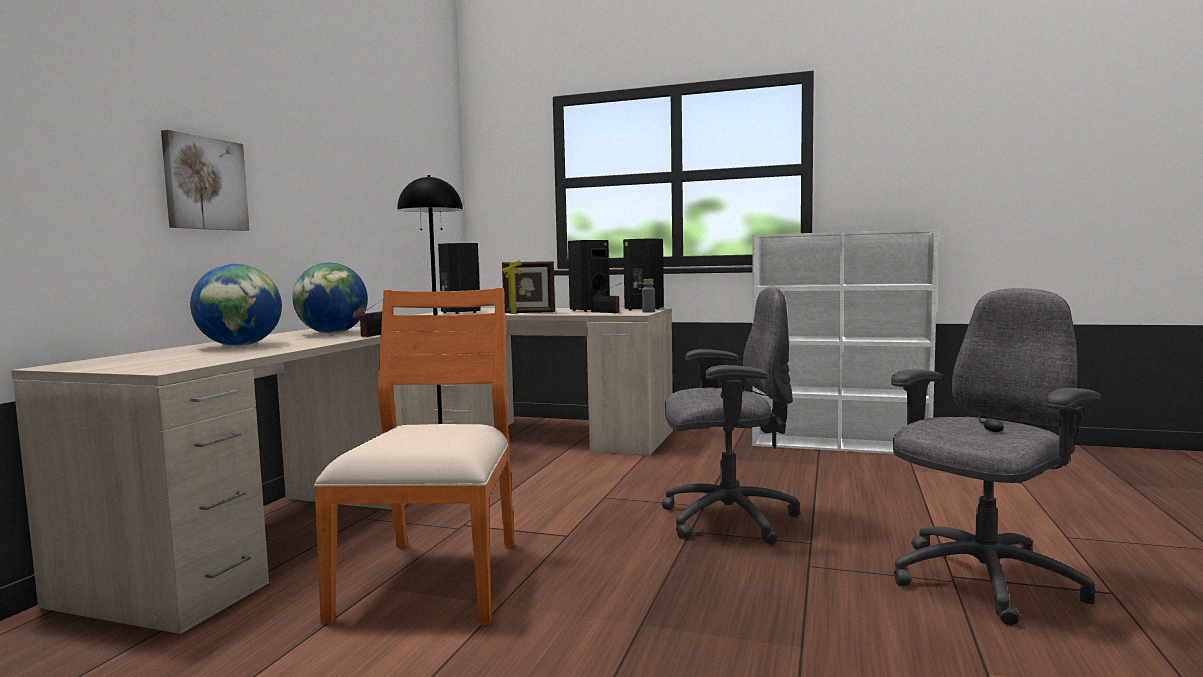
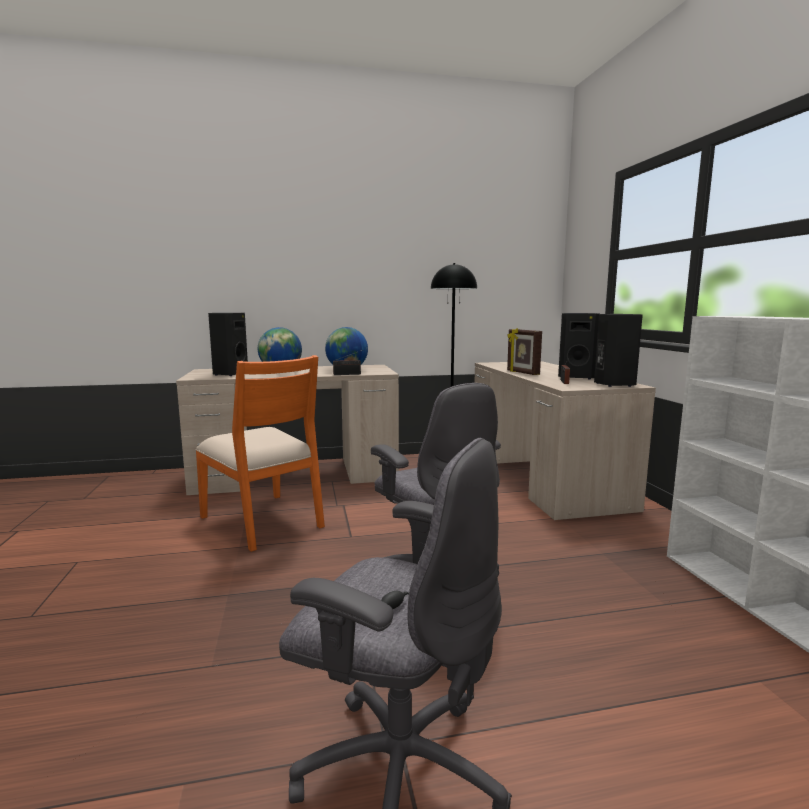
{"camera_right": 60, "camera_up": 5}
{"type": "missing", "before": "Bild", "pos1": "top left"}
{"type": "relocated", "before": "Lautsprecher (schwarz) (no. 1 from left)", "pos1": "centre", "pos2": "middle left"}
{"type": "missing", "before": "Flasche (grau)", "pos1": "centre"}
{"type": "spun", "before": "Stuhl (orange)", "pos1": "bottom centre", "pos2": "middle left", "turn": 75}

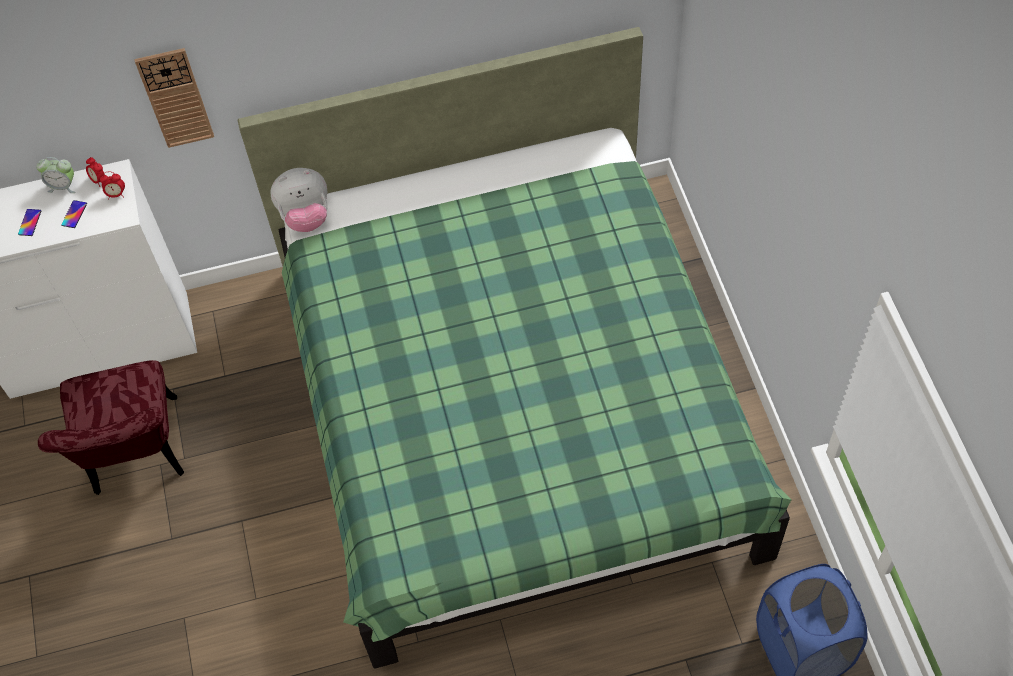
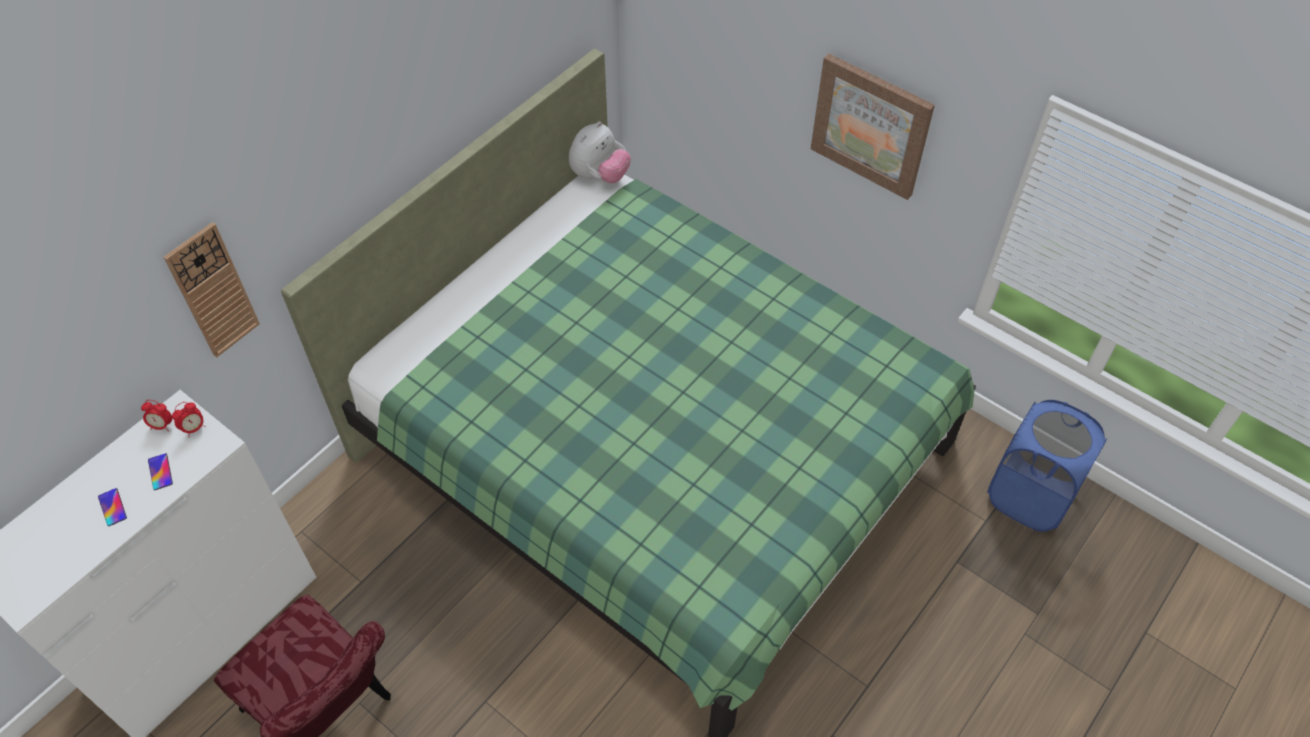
{"camera_right": -40, "camera_up": -5}
{"type": "missing", "before": "Wecker (no. 1 from left)", "pos1": "top left"}
{"type": "relocated", "before": "Plüschtier", "pos1": "top left", "pos2": "top centre"}
{"type": "appeared", "after": "Bild", "pos2": "top centre"}

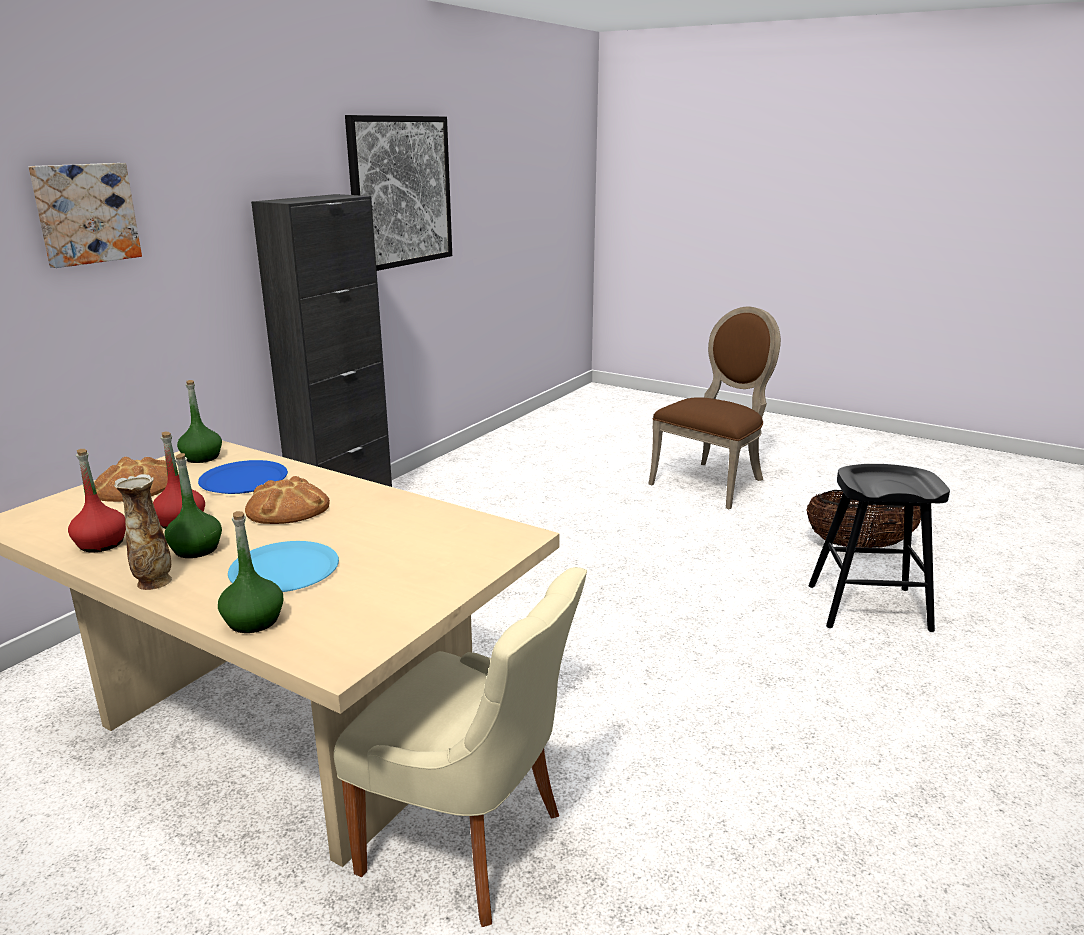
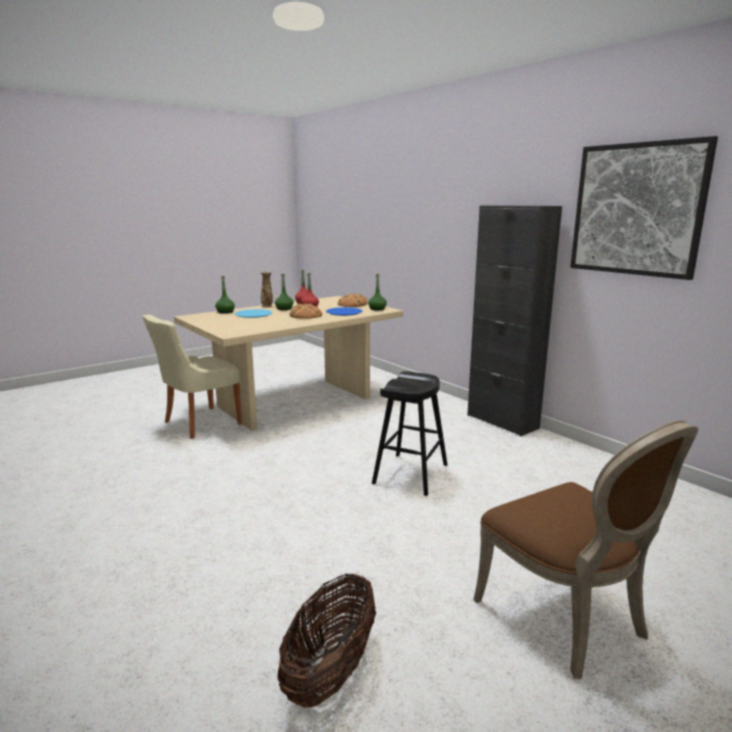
{"camera_right": 110, "camera_up": -5}
{"type": "missing", "before": "Bild (no. 1 from left)", "pos1": "top left"}
{"type": "relocated", "before": "Hocker (schwarz)", "pos1": "middle right", "pos2": "centre"}

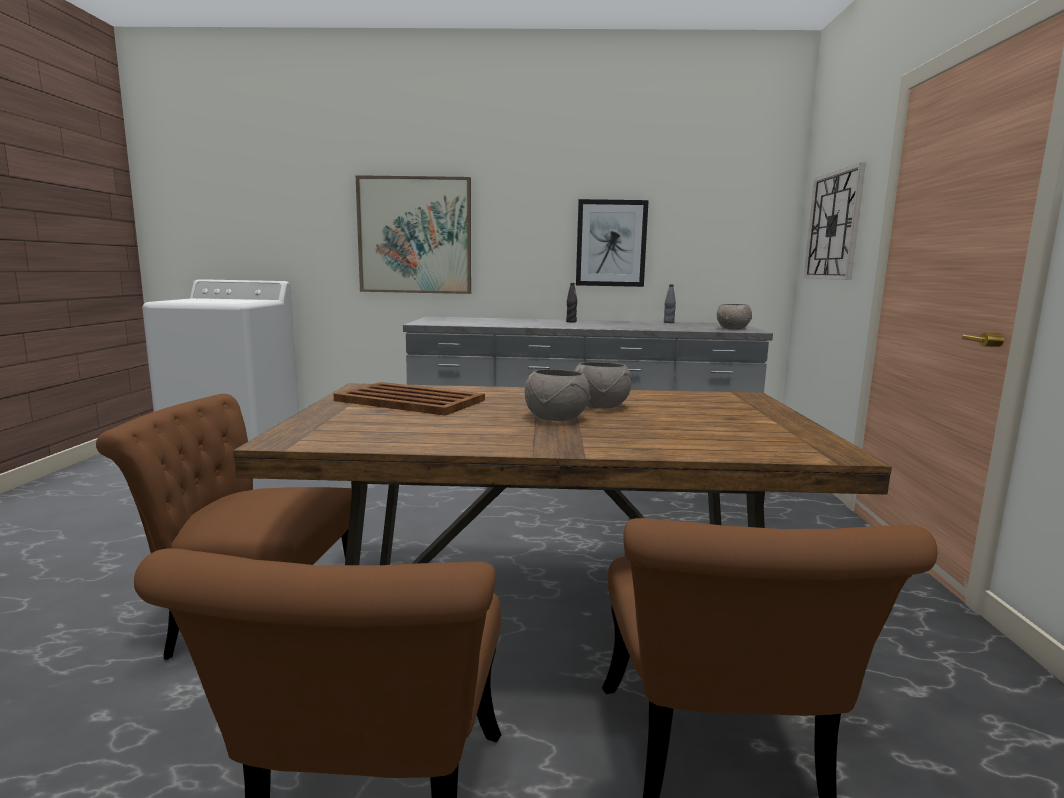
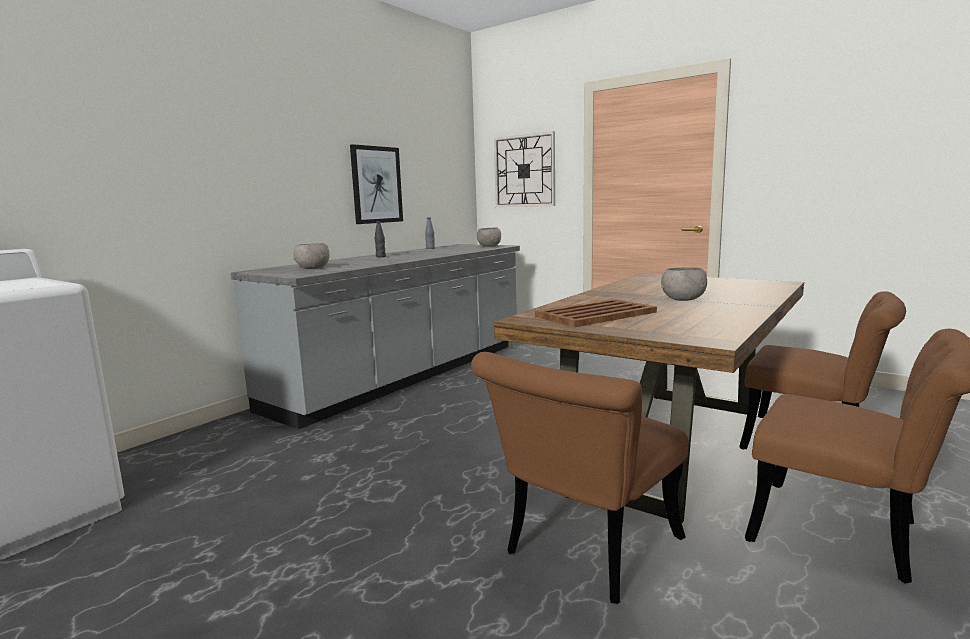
{"camera_right": -55, "camera_up": 0}
{"type": "missing", "before": "Bild (no. 1 from left)", "pos1": "top centre"}
{"type": "relocated", "before": "Schüssel (grau) (no. 2 from left in the first image)", "after": "Schüssel (grau) (no. 1 from left)", "pos1": "centre", "pos2": "middle left"}

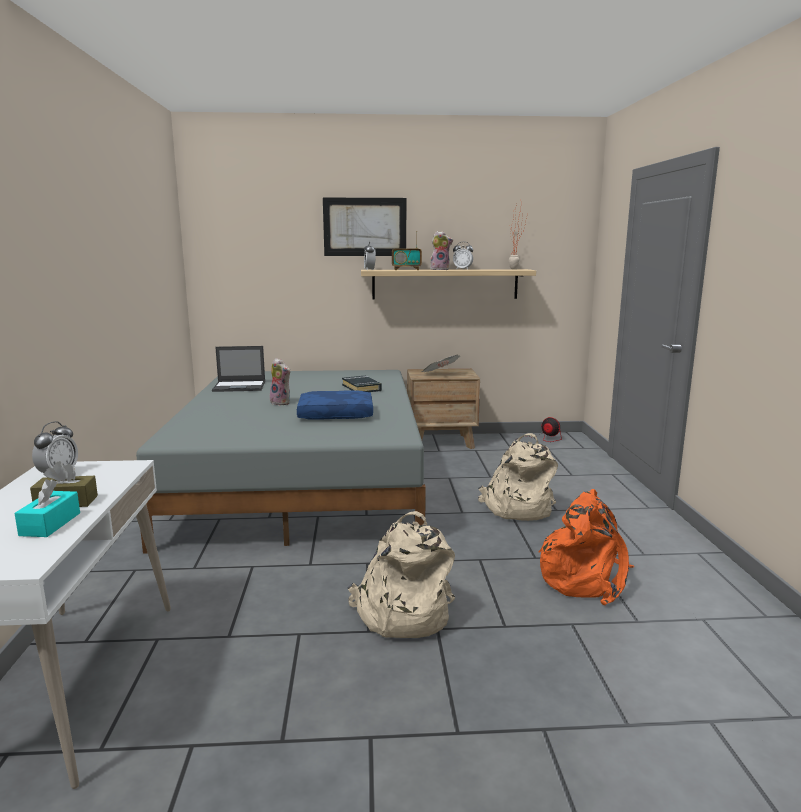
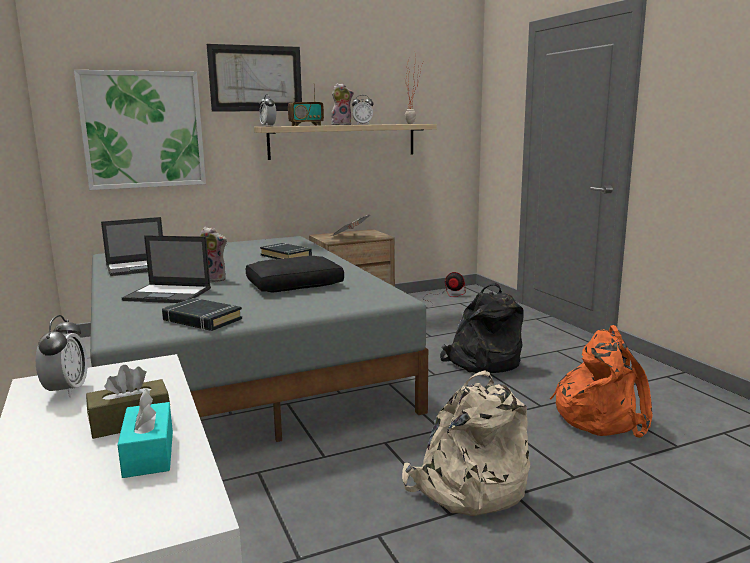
{"camera_right": -20, "camera_up": 0}
{"type": "colour", "before": "Kissen (blau)", "after": "Kissen (schwarz)", "pos1": "centre", "pos2": "centre"}
{"type": "colour", "before": "Rucksack (beige) (no. 2 from left)", "after": "Rucksack (schwarz)", "pos1": "centre", "pos2": "centre"}
{"type": "appeared", "after": "Bild (no. 1 from left)", "pos2": "top left"}
{"type": "appeared", "after": "Laptop (no. 2 from left)", "pos2": "middle left"}
{"type": "appeared", "after": "Buch (schwarz) (no. 1 from left)", "pos2": "middle left"}

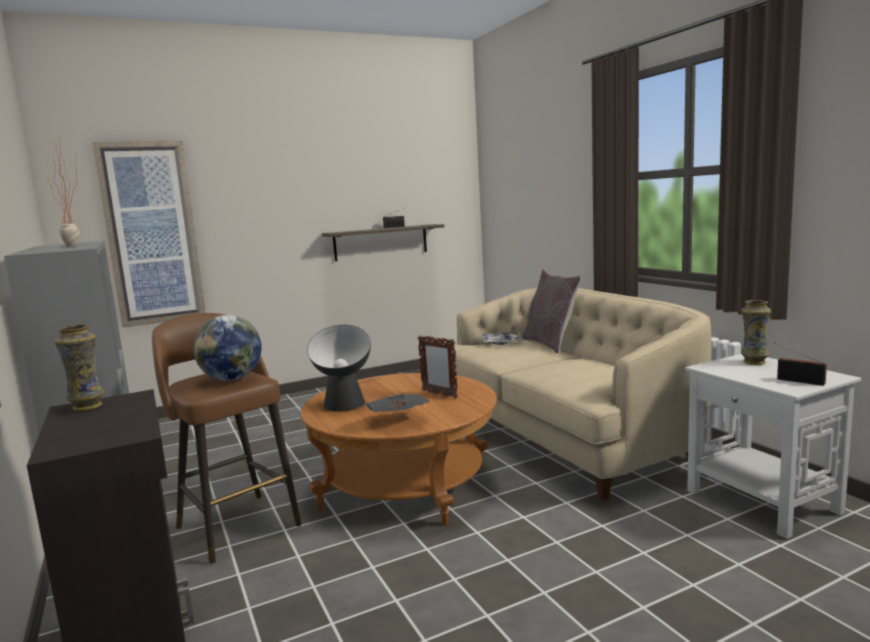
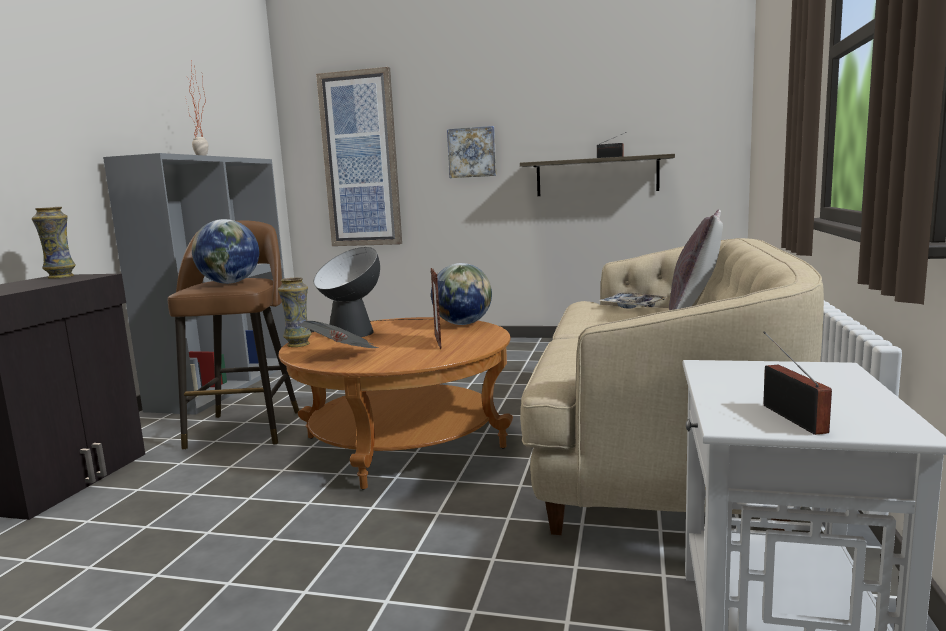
{"camera_right": 40, "camera_up": 0}
{"type": "relocated", "before": "Vase (no. 2 from left)", "pos1": "middle right", "pos2": "middle left"}
{"type": "appeared", "after": "Bild (no. 2 from left)", "pos2": "top centre"}
{"type": "appeared", "after": "Globus (no. 2 from left)", "pos2": "centre"}

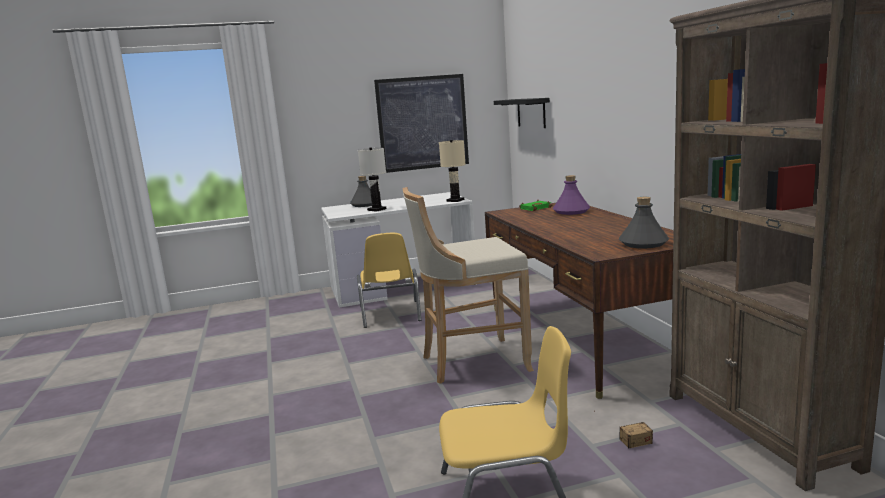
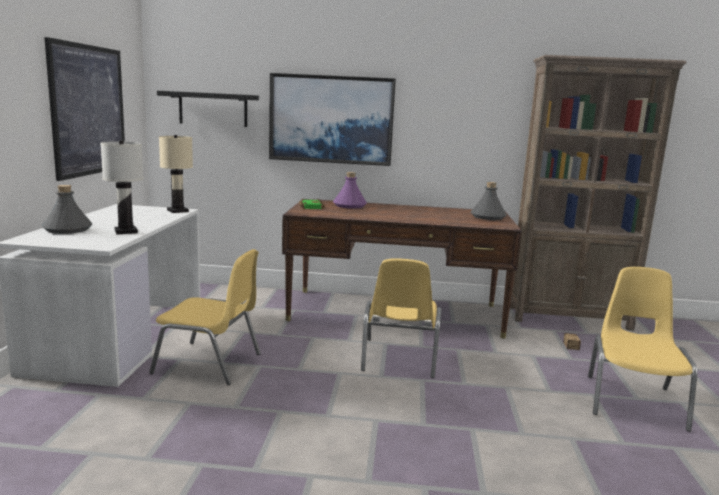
{"camera_right": -70, "camera_up": 0}
{"type": "exchanged", "before": "Hocker (beige)", "after": "Stuhl (gelb) (no. 2 from left)", "pos1": "centre", "pos2": "centre"}
{"type": "appeared", "after": "Bild (no. 2 from left)", "pos2": "top centre"}

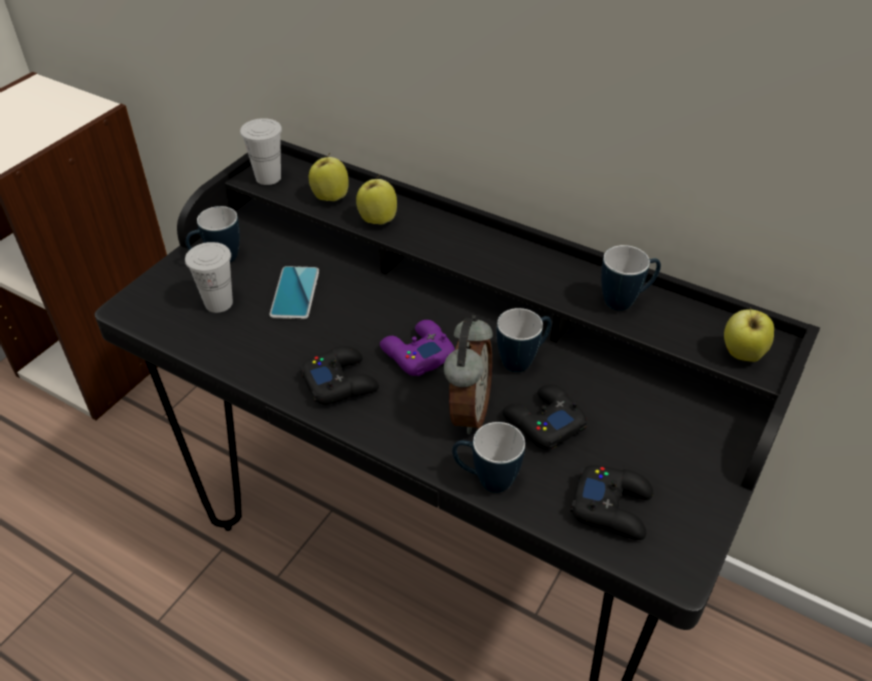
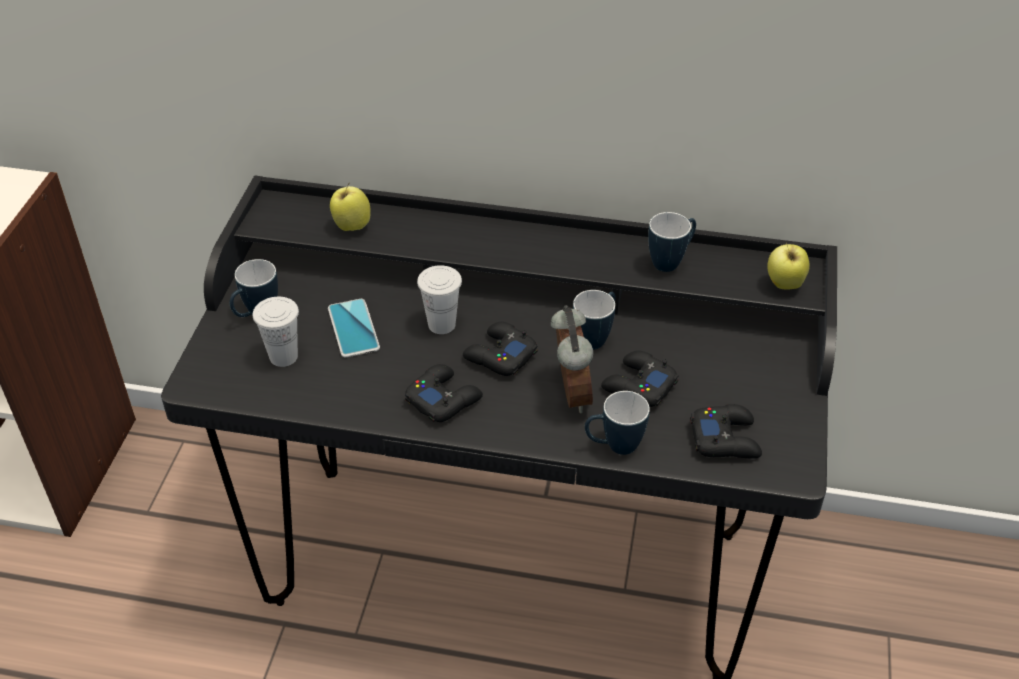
{"camera_right": -20, "camera_up": 0}
{"type": "relocated", "before": "Tasse (weiß) (no. 2 from left)", "pos1": "top left", "pos2": "centre"}
{"type": "missing", "before": "Apfel (no. 2 from left)", "pos1": "top centre"}
{"type": "colour", "before": "Gamepad (lila)", "after": "Gamepad (schwarz) (no. 2 from left)", "pos1": "centre", "pos2": "centre"}

